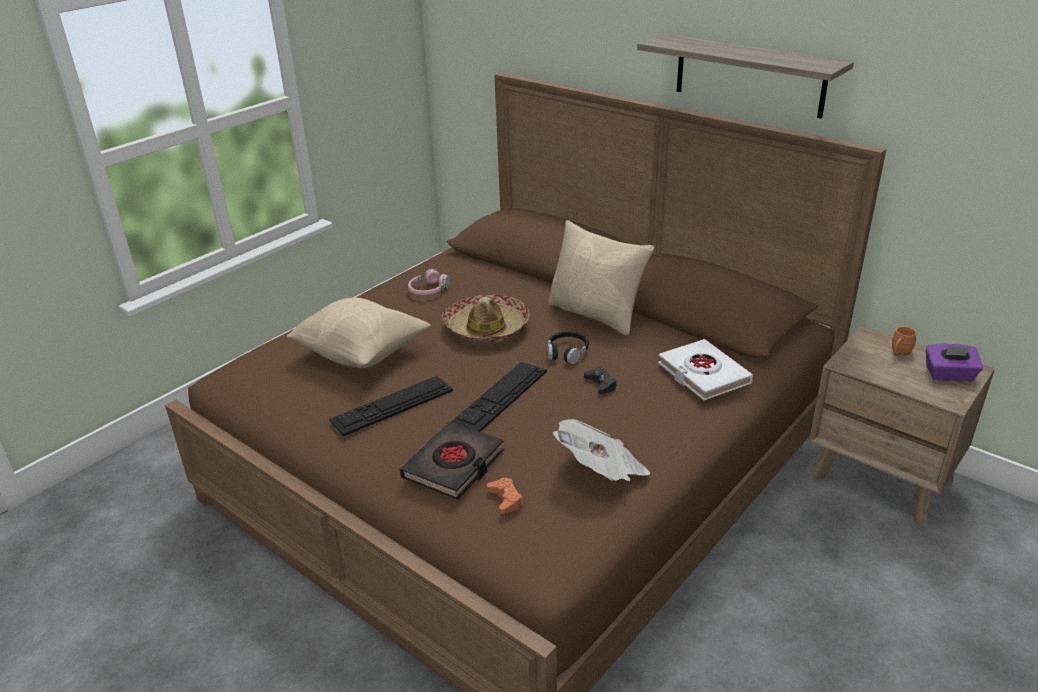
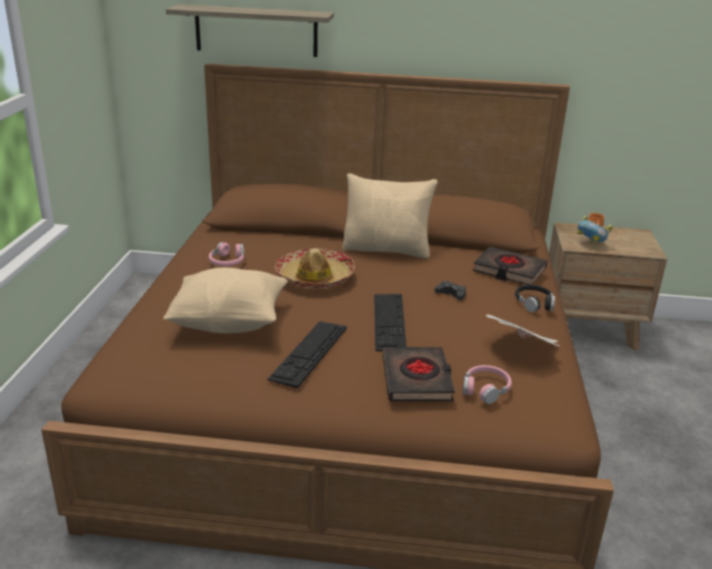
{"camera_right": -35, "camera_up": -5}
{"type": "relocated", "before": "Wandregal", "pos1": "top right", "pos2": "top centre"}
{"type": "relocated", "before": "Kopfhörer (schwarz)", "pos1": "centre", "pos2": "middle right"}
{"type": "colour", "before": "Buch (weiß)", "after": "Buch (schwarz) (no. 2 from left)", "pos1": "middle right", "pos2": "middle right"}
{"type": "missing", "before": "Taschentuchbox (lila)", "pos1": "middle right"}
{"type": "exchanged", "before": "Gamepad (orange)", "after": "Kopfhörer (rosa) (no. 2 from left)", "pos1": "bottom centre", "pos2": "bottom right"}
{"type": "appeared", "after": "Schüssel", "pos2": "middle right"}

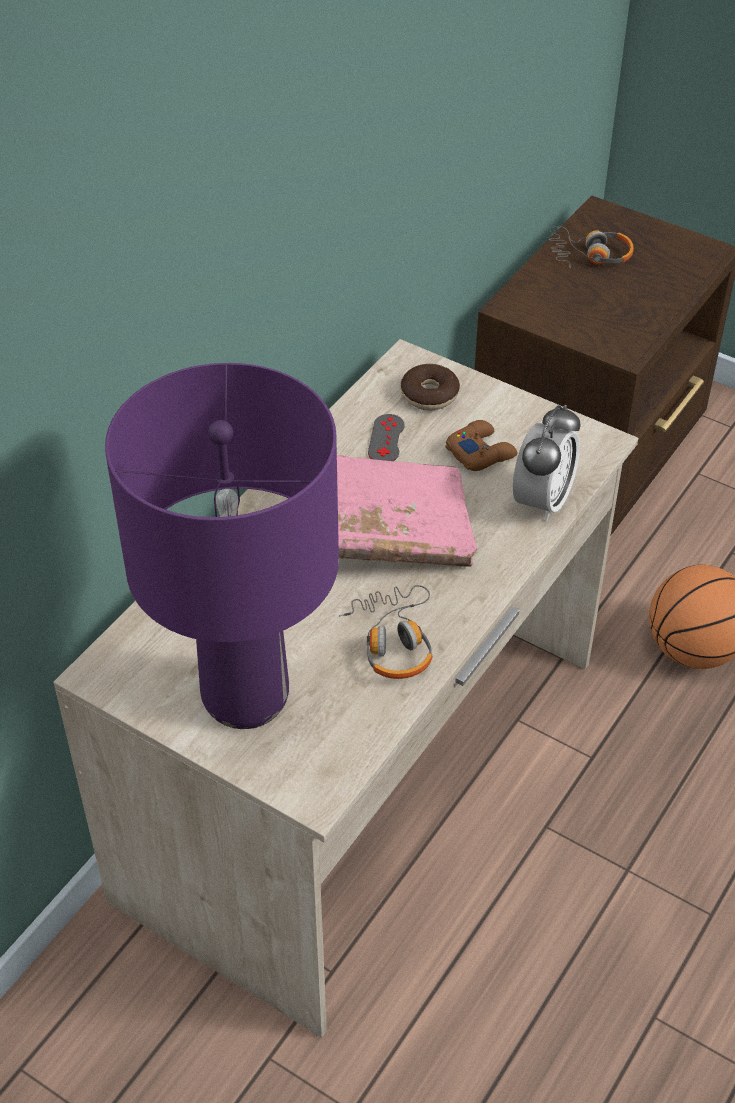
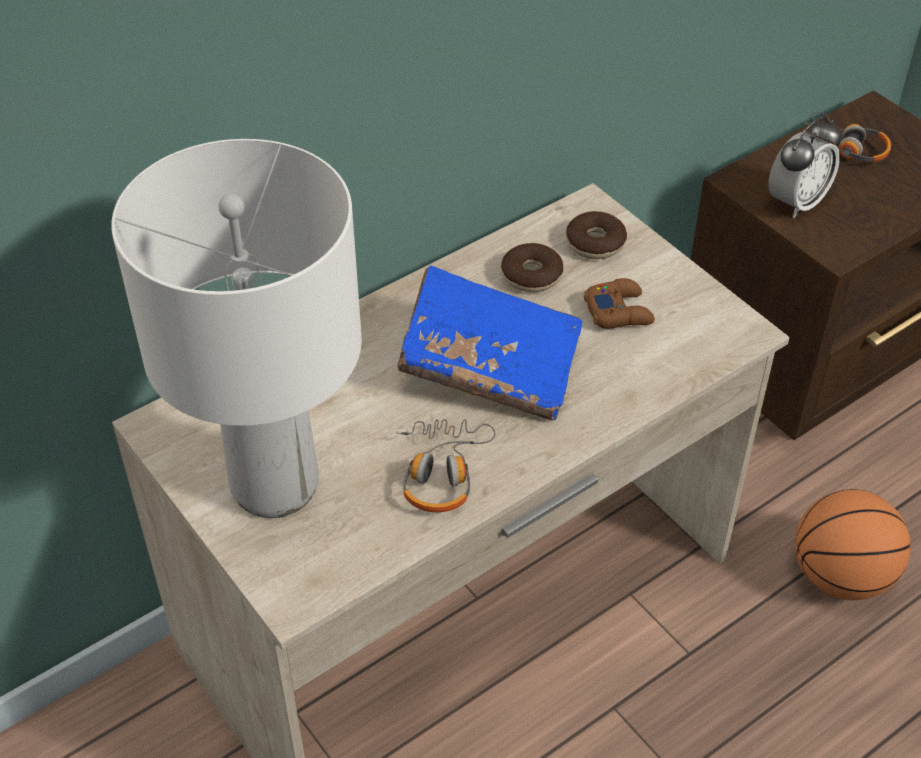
{"camera_right": 20, "camera_up": 0}
{"type": "colour", "before": "Tischlampe (lila)", "after": "Tischlampe (weiß)", "pos1": "middle left", "pos2": "middle left"}
{"type": "relocated", "before": "Wecker", "pos1": "middle right", "pos2": "top right"}
{"type": "exchanged", "before": "Gamepad (grau)", "after": "Donut (no. 1 from left)", "pos1": "centre", "pos2": "centre"}
{"type": "colour", "before": "Buch (rosa)", "after": "Buch (blau)", "pos1": "centre", "pos2": "centre"}

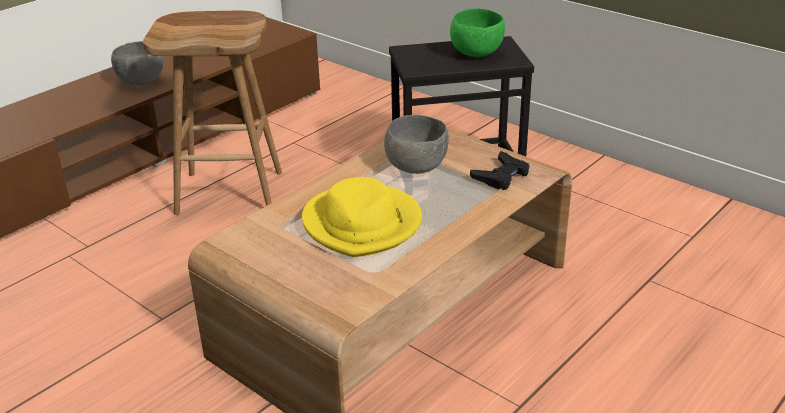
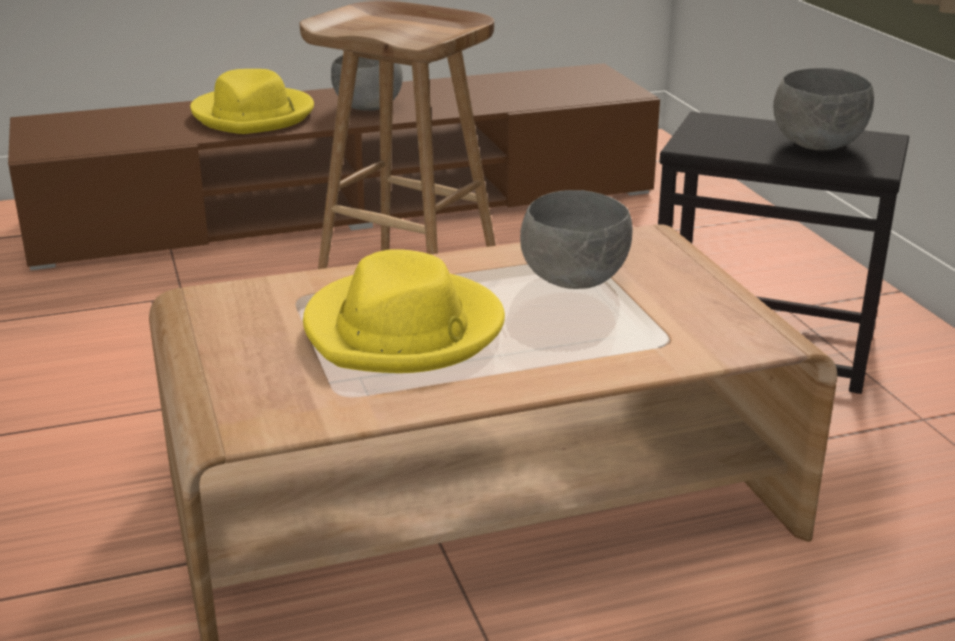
{"camera_right": 30, "camera_up": -5}
{"type": "colour", "before": "Schüssel (grün)", "after": "Schüssel (grau) (no. 3 from left)", "pos1": "top centre", "pos2": "top right"}
{"type": "missing", "before": "Gamepad (schwarz)", "pos1": "centre"}
{"type": "appeared", "after": "Hut (gelb) (no. 1 from left)", "pos2": "top left"}

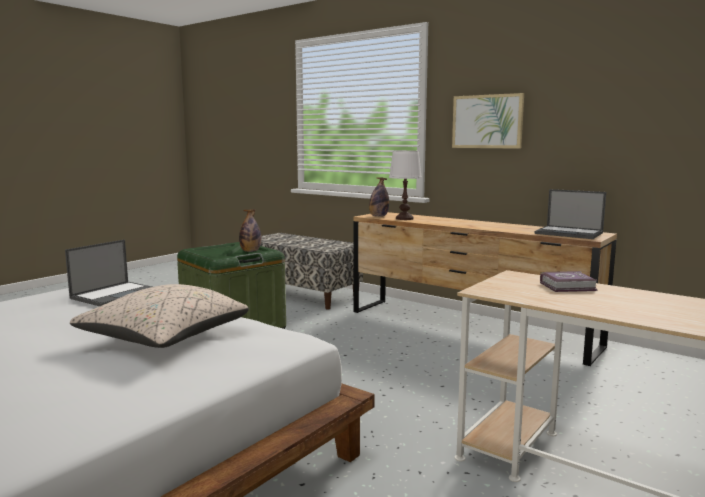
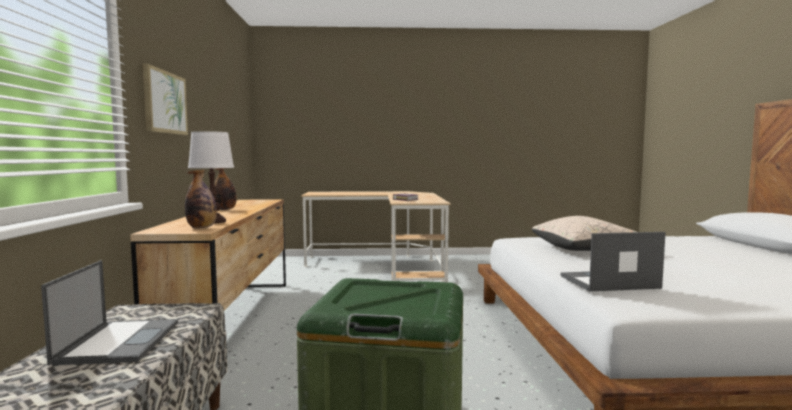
{"camera_right": -130, "camera_up": -5}
{"type": "relocated", "before": "Laptop (no. 2 from left in the first image)", "after": "Laptop (no. 1 from left)", "pos1": "middle right", "pos2": "bottom left"}
{"type": "relocated", "before": "Flasche (no. 1 from left in the first image)", "after": "Flasche (no. 2 from left)", "pos1": "centre", "pos2": "middle left"}

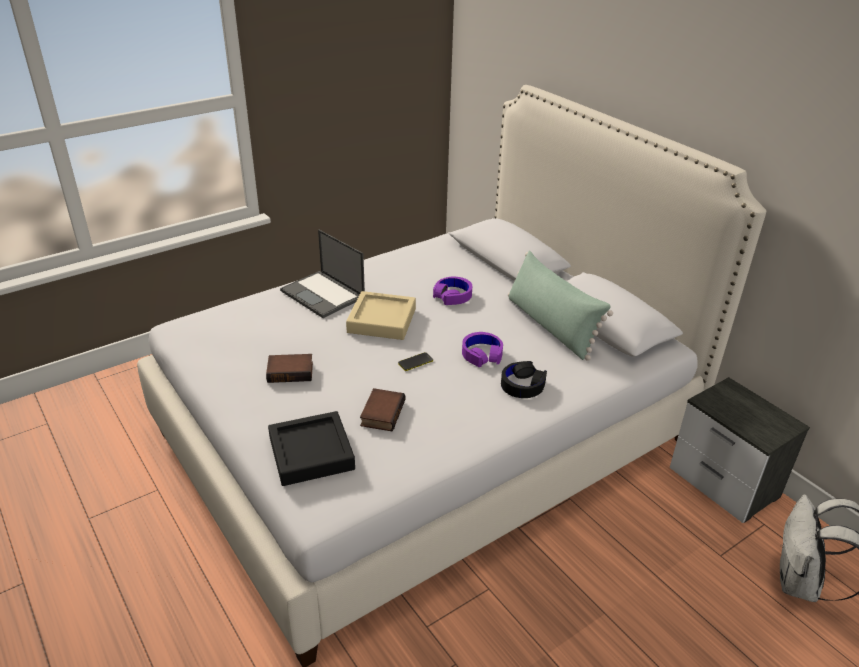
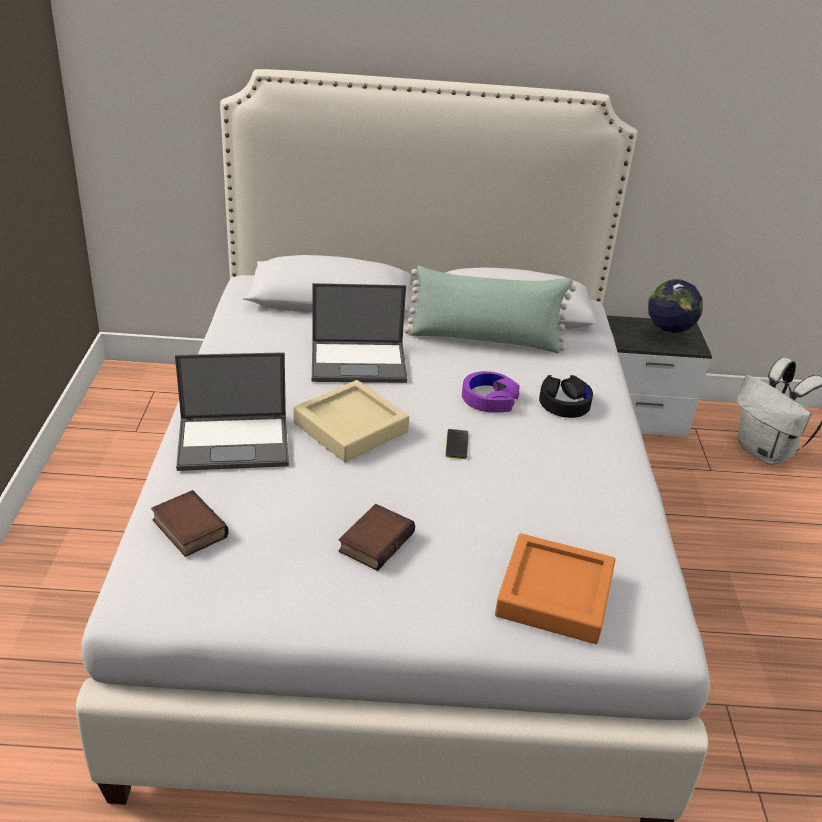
{"camera_right": -55, "camera_up": 0}
{"type": "exchanged", "before": "Kopfhörer (lila) (no. 1 from left)", "after": "Laptop (no. 2 from left)", "pos1": "centre", "pos2": "centre"}
{"type": "relocated", "before": "Buch (no. 2 from left in the first image)", "after": "Buch (no. 1 from left)", "pos1": "centre", "pos2": "middle left"}
{"type": "colour", "before": "Tablett (schwarz)", "after": "Tablett (orange)", "pos1": "bottom centre", "pos2": "bottom right"}
{"type": "appeared", "after": "Globus", "pos2": "middle right"}

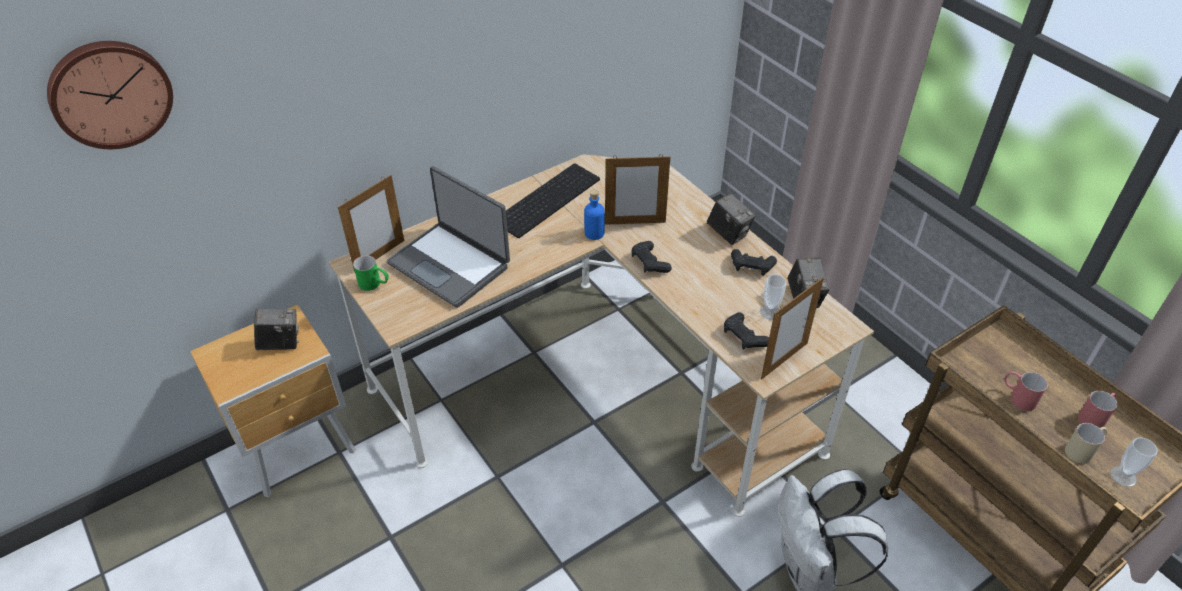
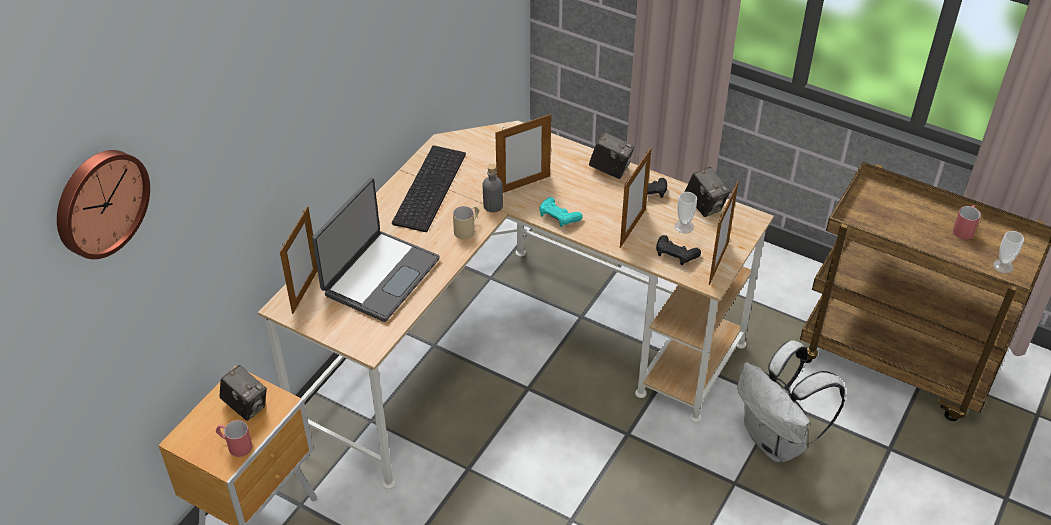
{"camera_right": -25, "camera_up": 0}
{"type": "spun", "before": "Laptop", "pos1": "centre", "pos2": "centre", "turn": -75}
{"type": "colour", "before": "Flasche (blau)", "after": "Flasche (grau)", "pos1": "centre", "pos2": "centre"}
{"type": "colour", "before": "Gamepad (schwarz) (no. 1 from left)", "after": "Gamepad (türkis)", "pos1": "centre", "pos2": "centre"}
{"type": "missing", "before": "Henkelbecher (grün)", "pos1": "middle left"}
{"type": "spun", "before": "Kamera (no. 1 from left)", "pos1": "middle left", "pos2": "bottom left", "turn": 75}
{"type": "relocated", "before": "Henkelbecher (rot) (no. 1 from left)", "pos1": "middle right", "pos2": "bottom left"}
{"type": "relocated", "before": "Henkelbecher (beige)", "pos1": "bottom right", "pos2": "centre"}
{"type": "appeared", "after": "Bilderrahmen (no. 3 from left)", "pos2": "centre"}

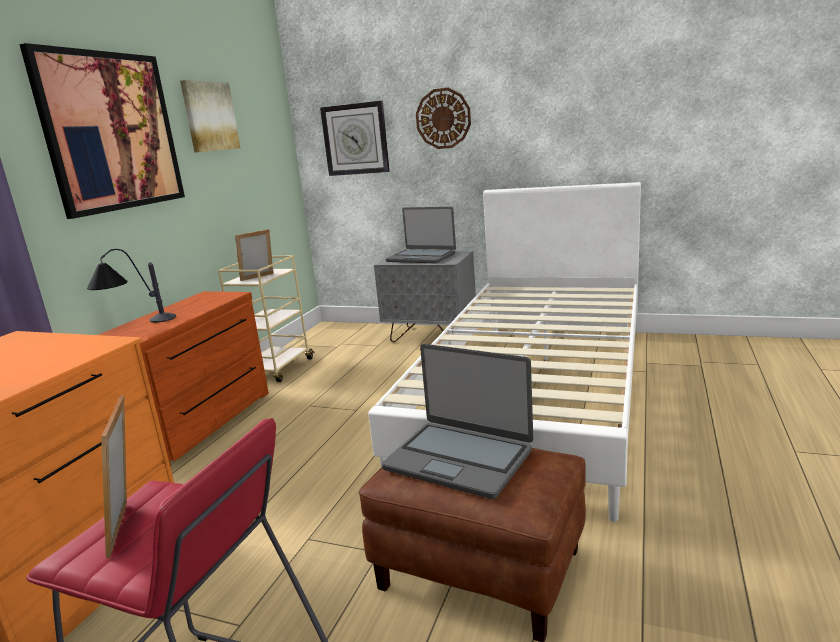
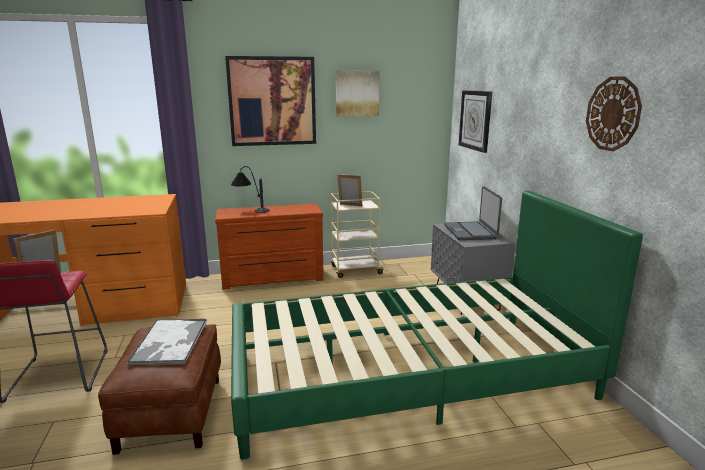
{"camera_right": 55, "camera_up": 0}
{"type": "relocated", "before": "Wanduhr (no. 2 from left)", "pos1": "top centre", "pos2": "top right"}
{"type": "colour", "before": "Bett (weiß)", "after": "Bett (grün)", "pos1": "centre", "pos2": "bottom centre"}
{"type": "exchanged", "before": "Laptop (no. 2 from left)", "after": "Tablett", "pos1": "centre", "pos2": "bottom left"}

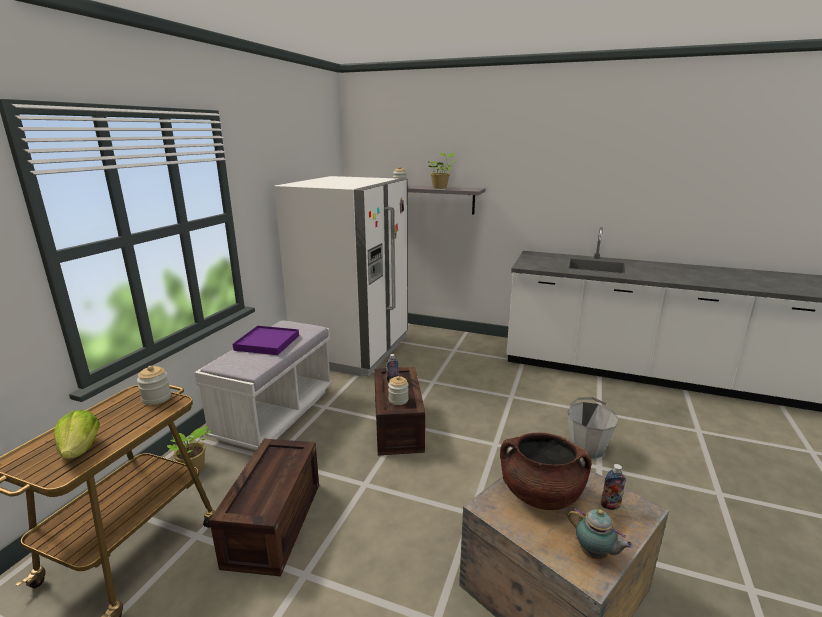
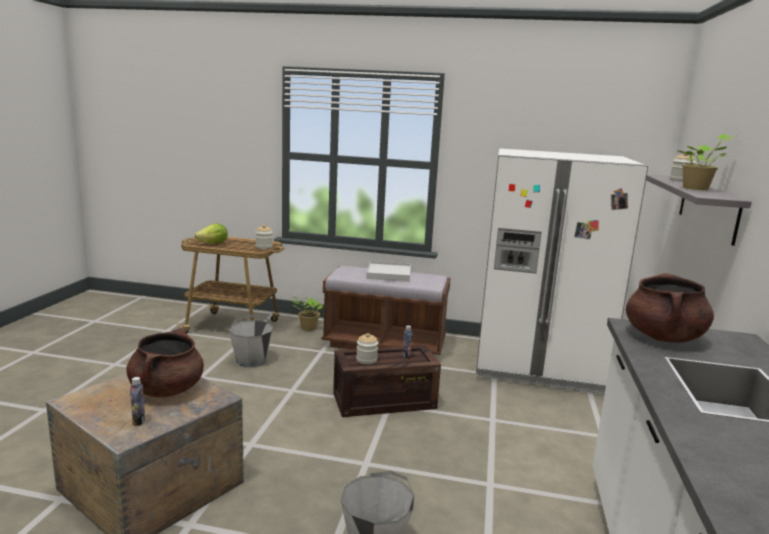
{"camera_right": 80, "camera_up": -5}
{"type": "colour", "before": "Bank (weiß)", "after": "Bank (braun)", "pos1": "middle left", "pos2": "centre"}
{"type": "colour", "before": "Tablett (lila)", "after": "Tablett (weiß)", "pos1": "middle left", "pos2": "centre"}
{"type": "exchanged", "before": "Kiste (no. 1 from left)", "after": "Eimer (grau) (no. 1 from left)", "pos1": "bottom left", "pos2": "middle left"}
{"type": "missing", "before": "Teekanne", "pos1": "bottom right"}
{"type": "appeared", "after": "Kochtopf (braun) (no. 2 from left)", "pos2": "middle right"}

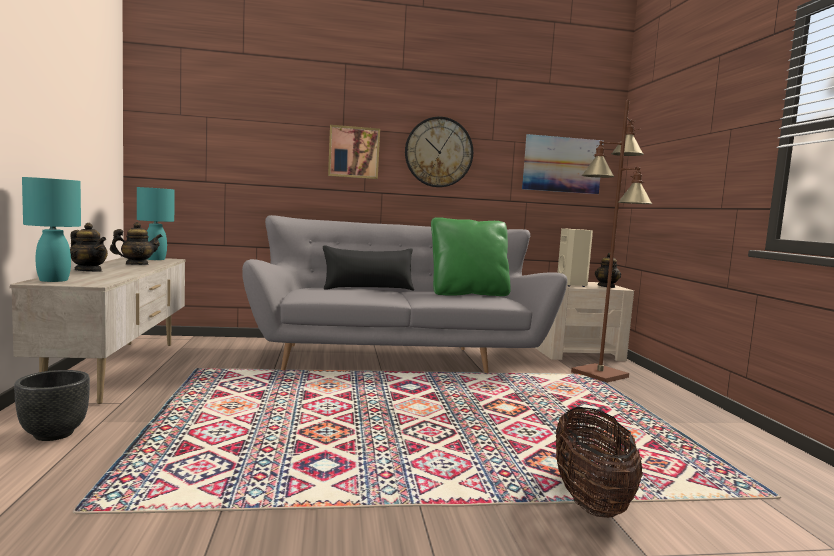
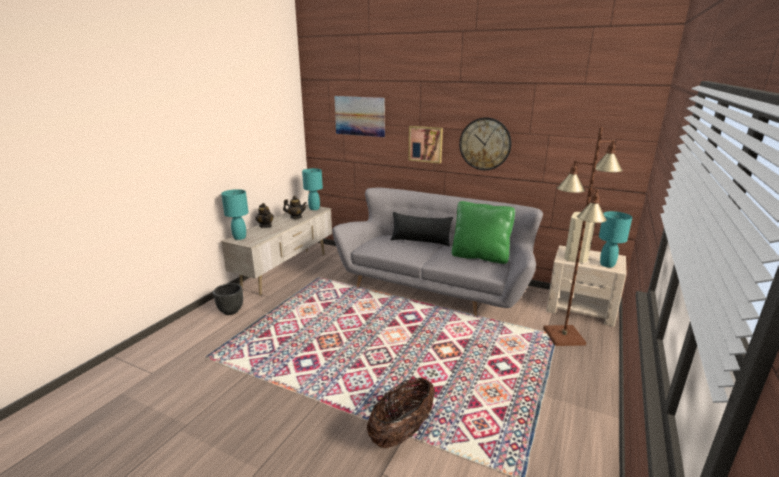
{"camera_right": 35, "camera_up": 15}
{"type": "relocated", "before": "Bild (no. 2 from left in the first image)", "after": "Bild (no. 1 from left)", "pos1": "top right", "pos2": "top centre"}
{"type": "exchanged", "before": "Teekanne (no. 3 from left)", "after": "Tischlampe (türkis) (no. 3 from left)", "pos1": "middle right", "pos2": "middle right"}

